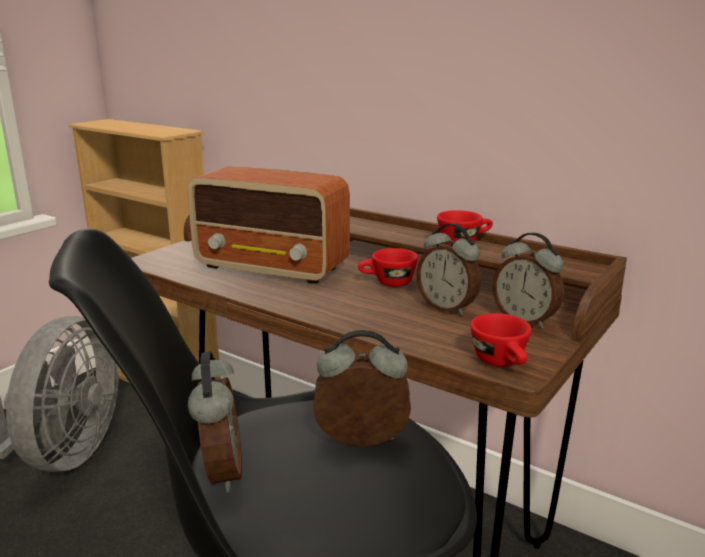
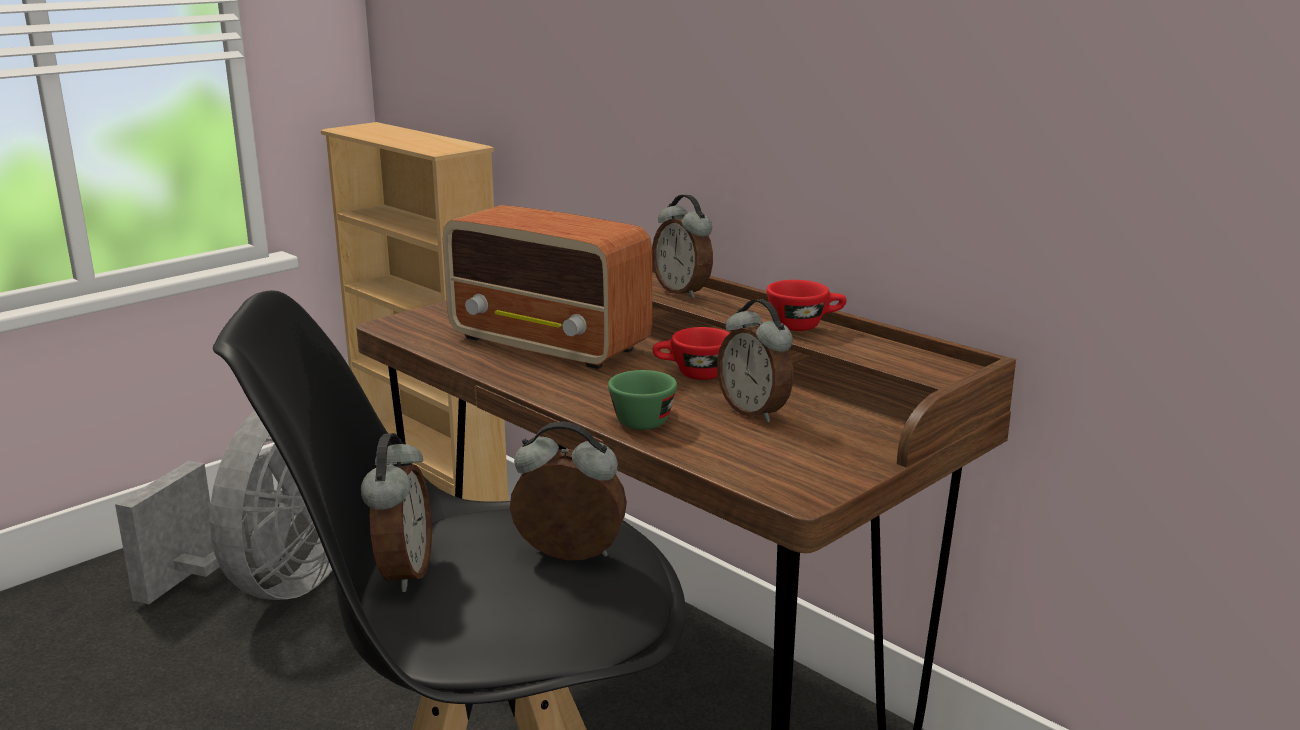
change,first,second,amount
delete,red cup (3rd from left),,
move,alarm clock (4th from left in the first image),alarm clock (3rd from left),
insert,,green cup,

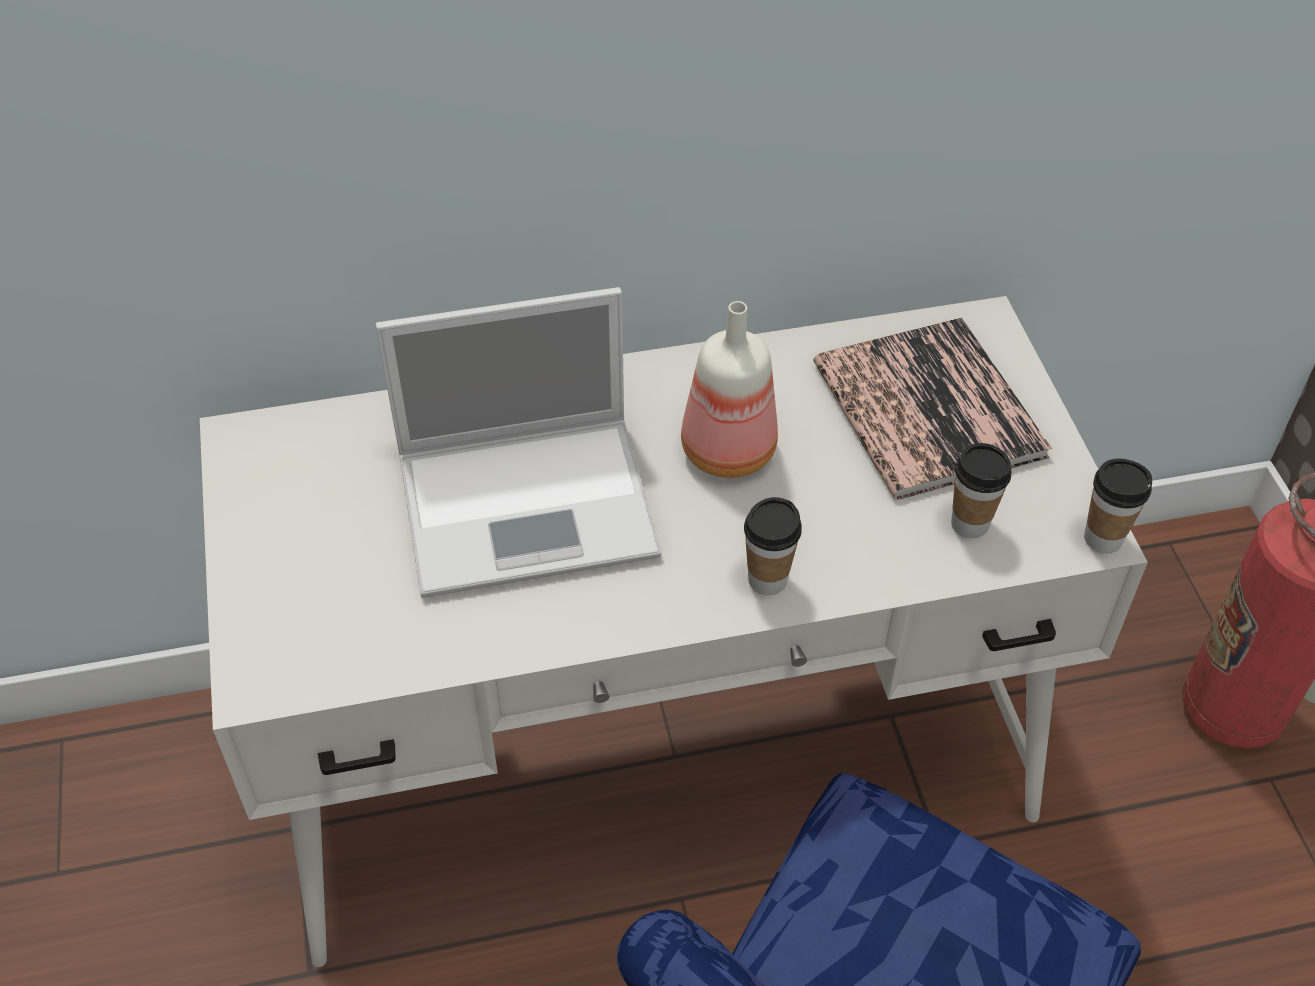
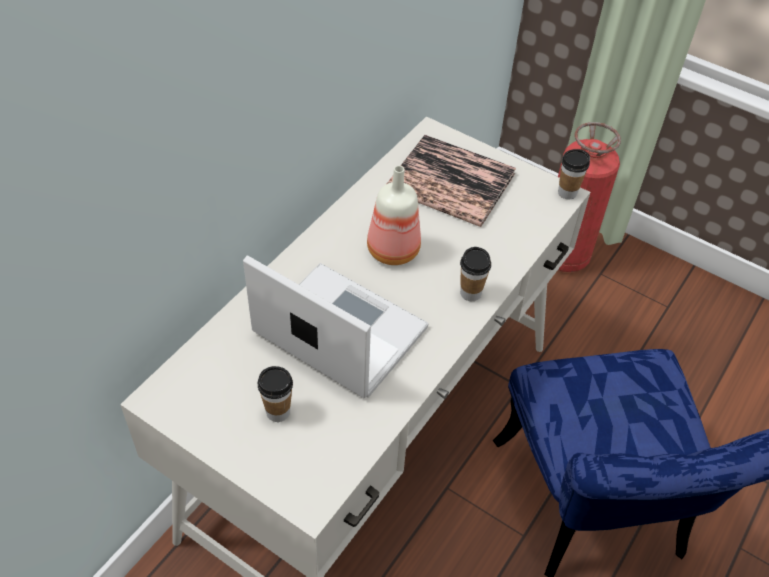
change,first,second,amount
rotate,laptop,,90 degrees counterclockwise
move,cup (2nd from left in the first image),cup (1st from left),

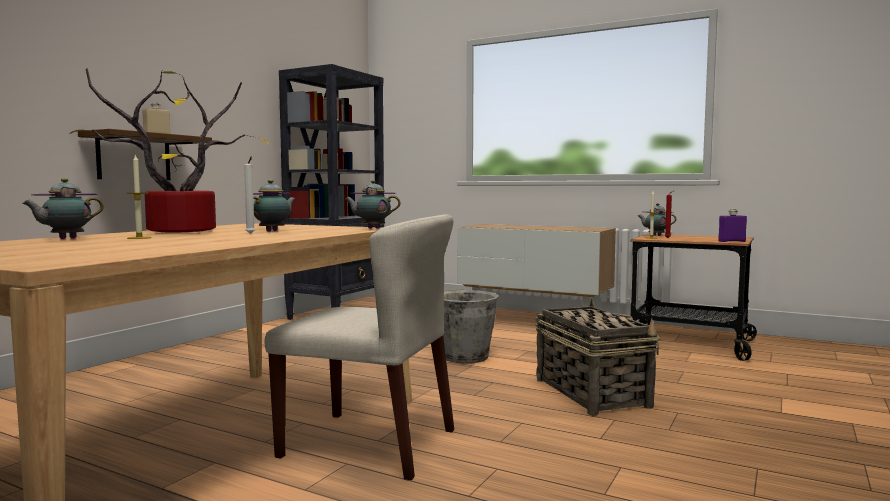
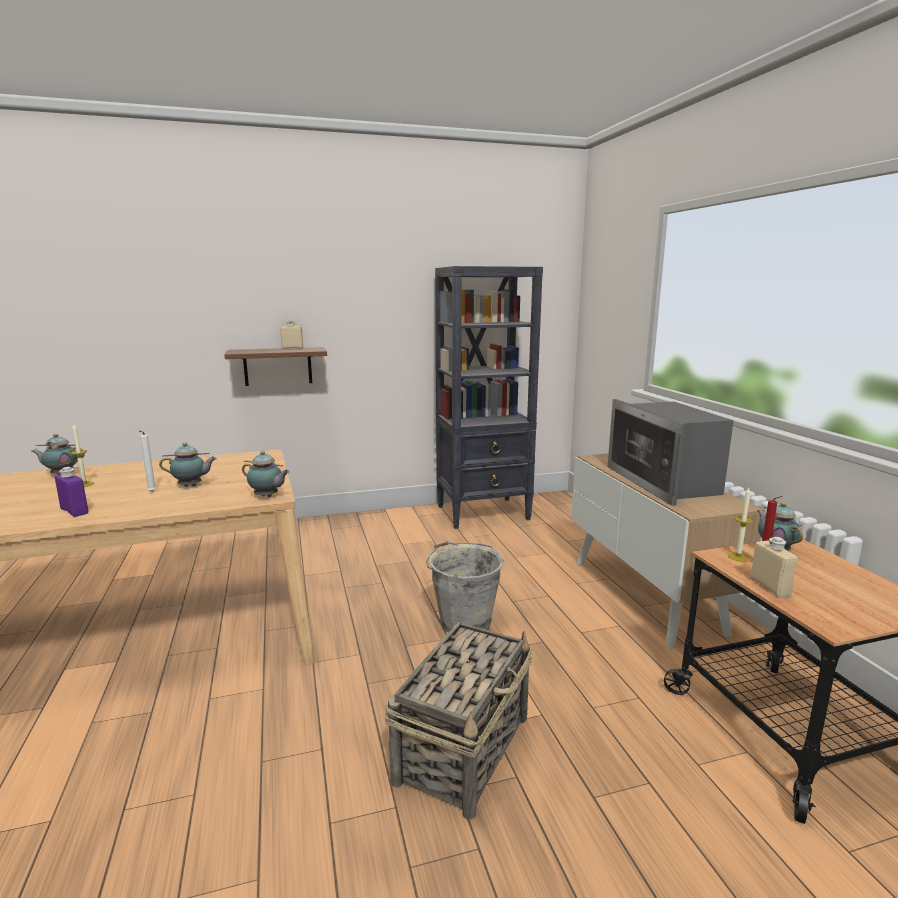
change,first,second,amount
delete,potted plant,,
delete,beige chair,,
rotate,teapot (3rd from left),,150 degrees clockwise
move,purple bottle,,
insert,,microwave,
insert,,beige bottle (2nd from left),

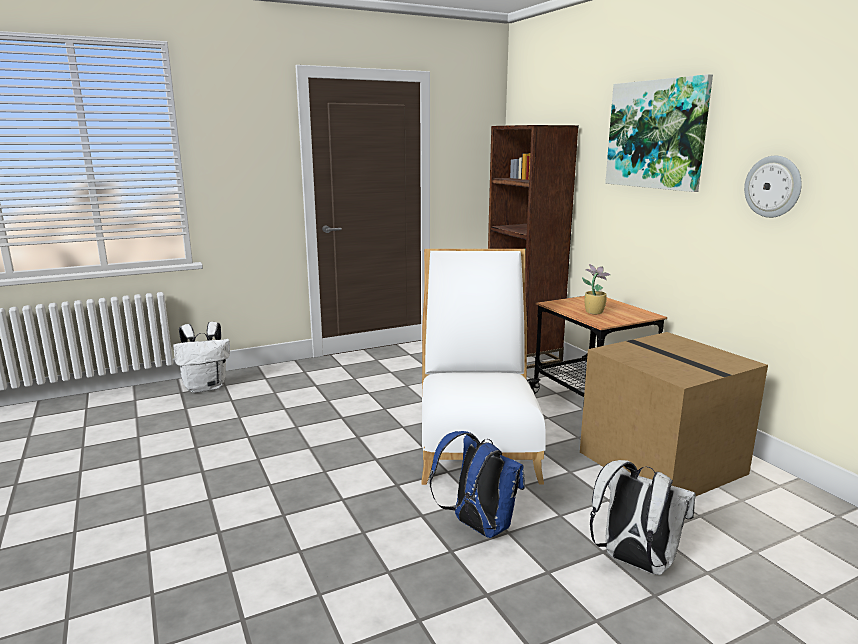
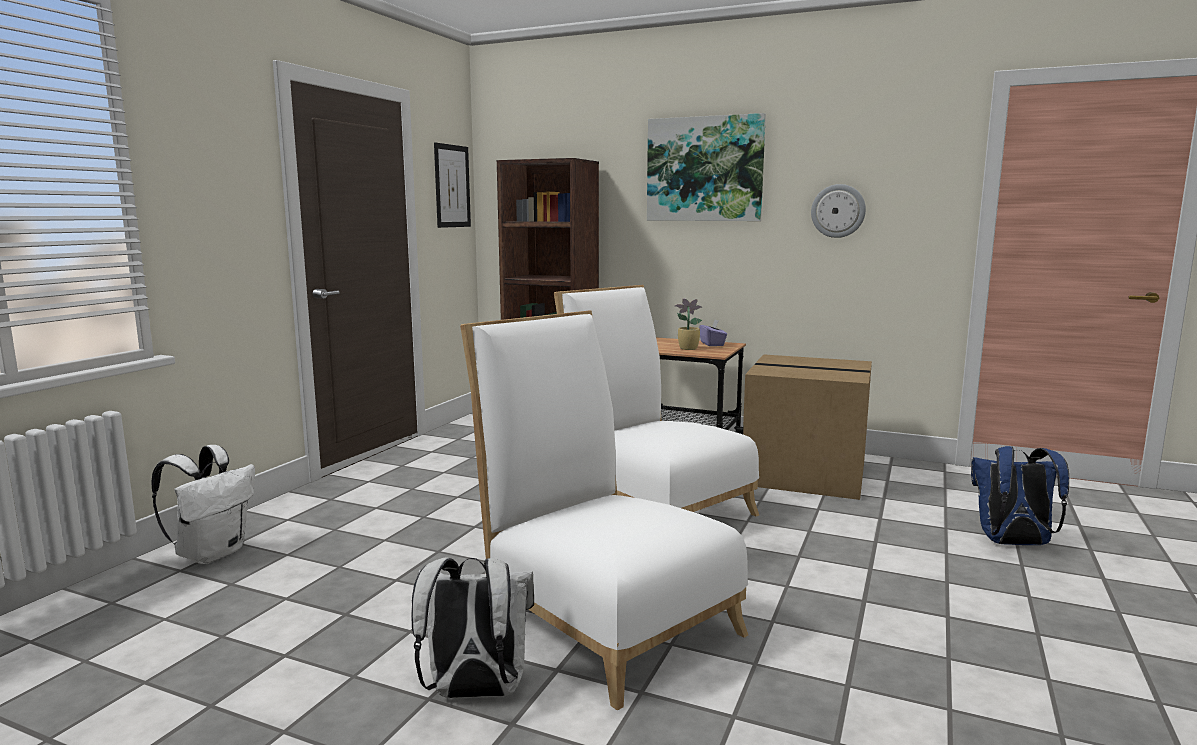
change,first,second,amount
move,blue backpack,,
move,white backpack (2nd from left),,
insert,,picture (1st from left),
insert,,white chair (1st from left),
insert,,purple tissue box,

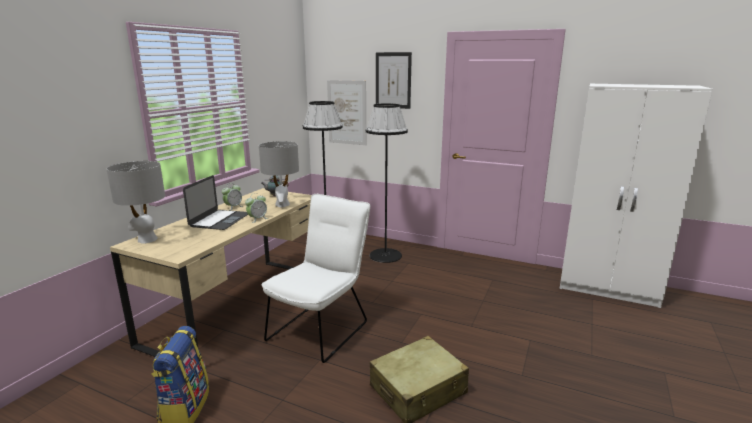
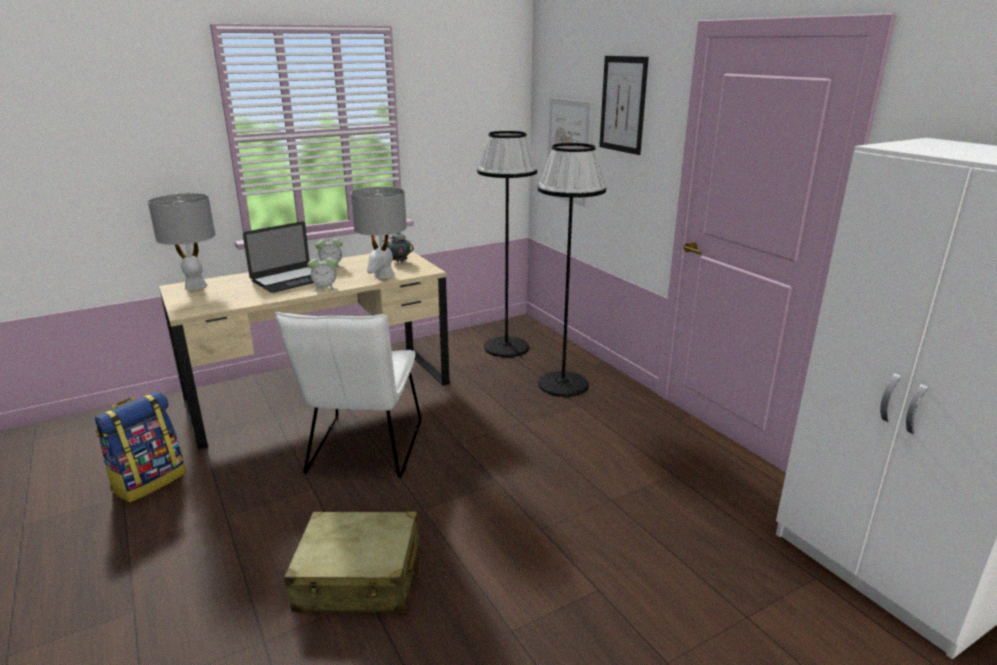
change,first,second,amount
rotate,white chair,,120 degrees clockwise

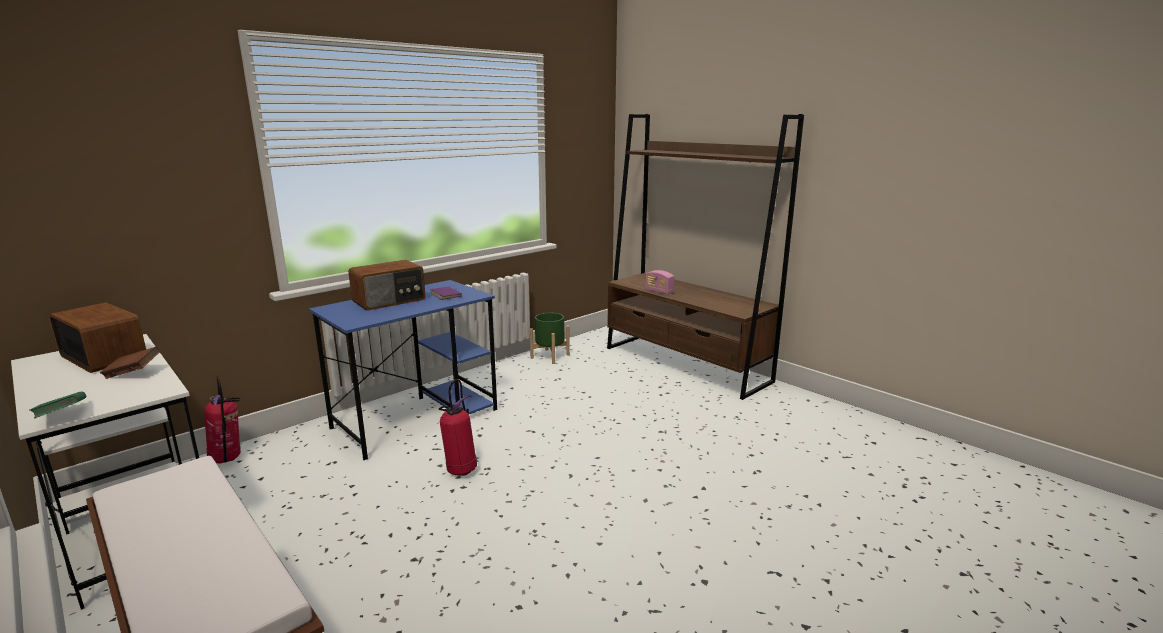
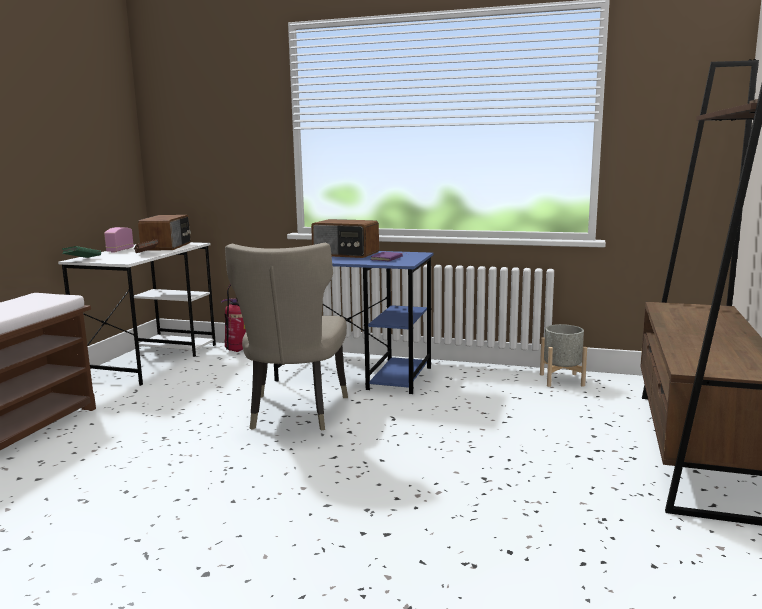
change,first,second,amount
replace,fire extinguisher (2nd from left),beige chair,
recolor,green planter,grey planter,
move,radio (3rd from left in the first image),radio (1st from left),

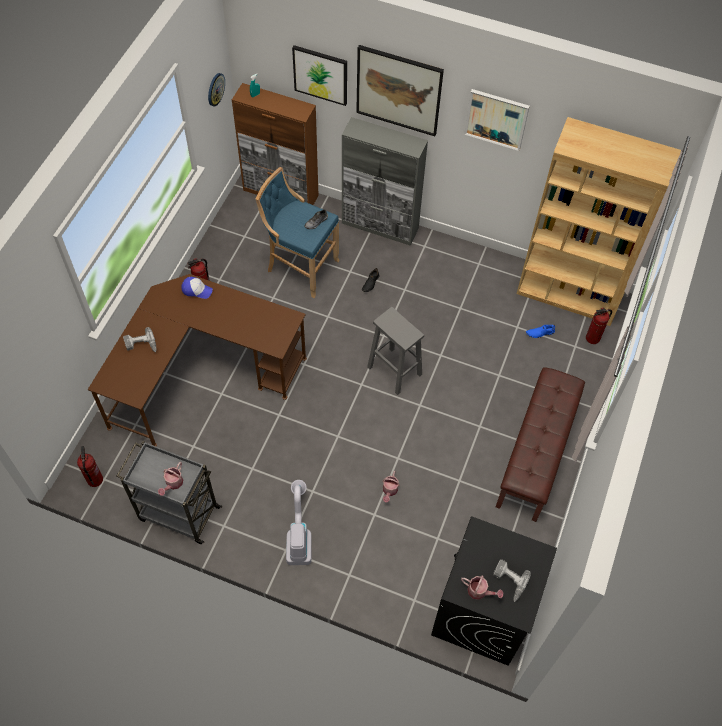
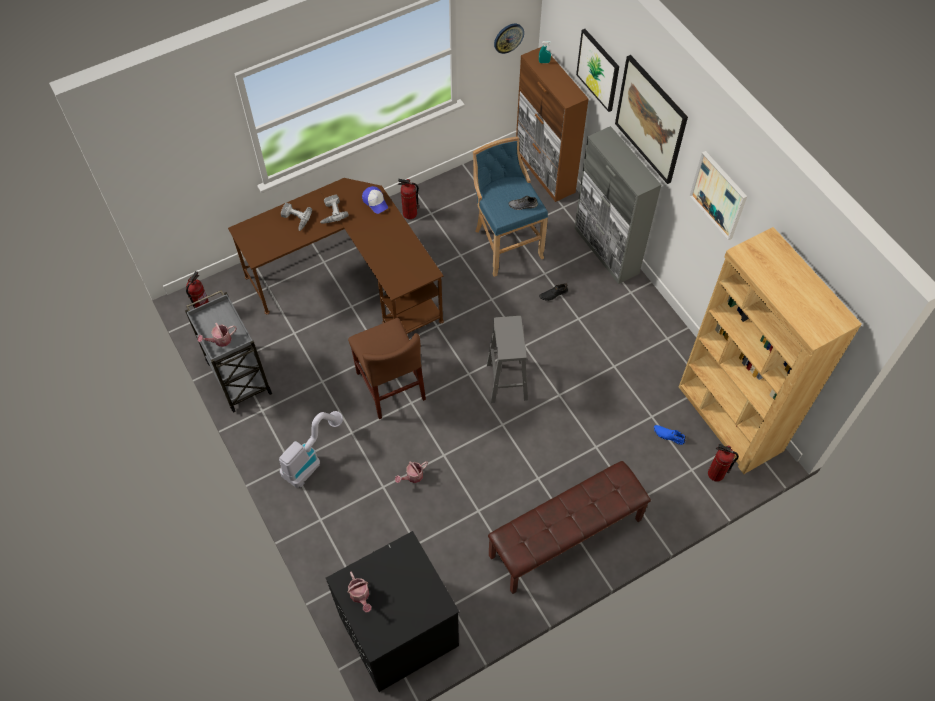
change,first,second,amount
move,power drill (2nd from left),,
insert,,brown chair,

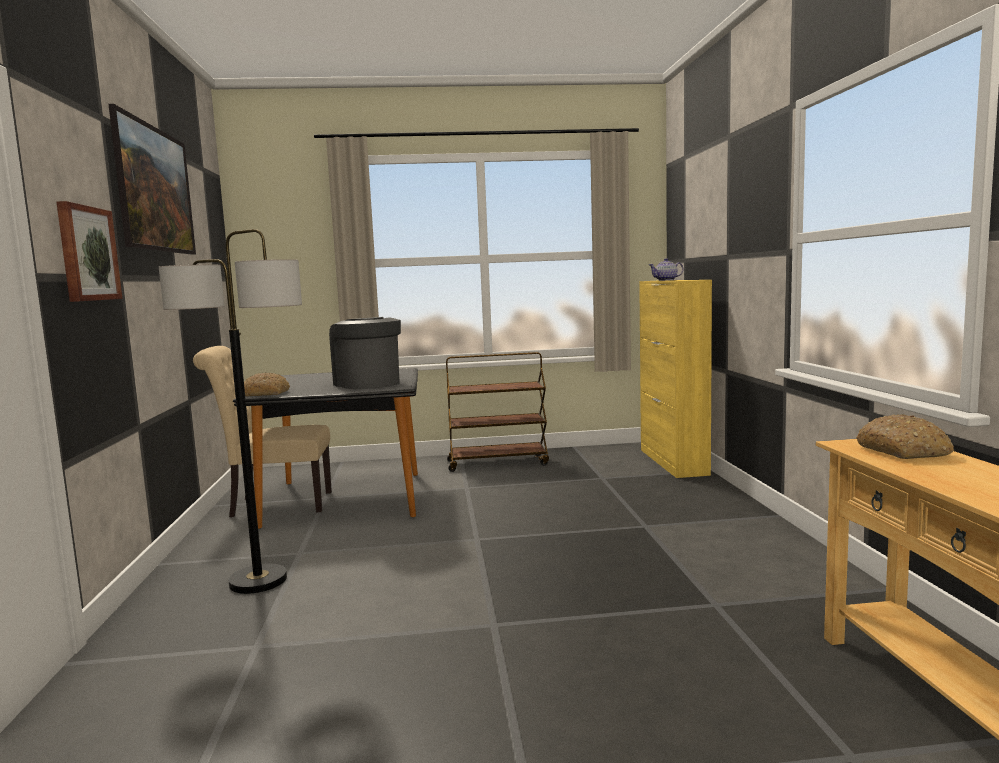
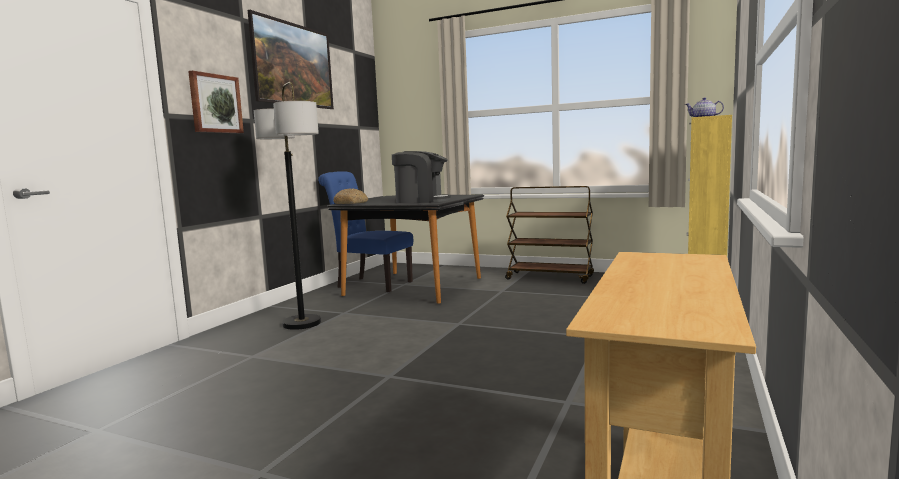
change,first,second,amount
recolor,beige chair,blue chair,
rotate,coffee machine,,105 degrees clockwise
delete,bread (2nd from left),,

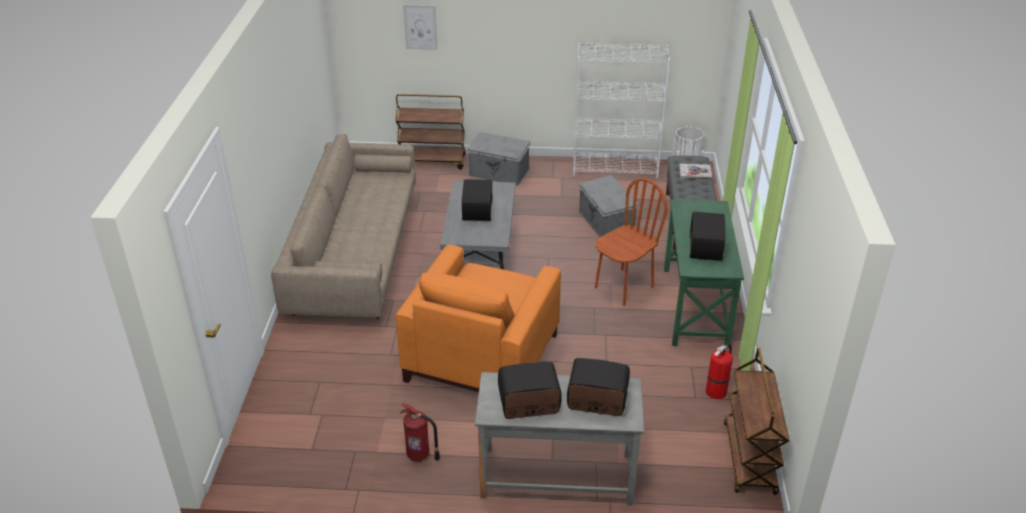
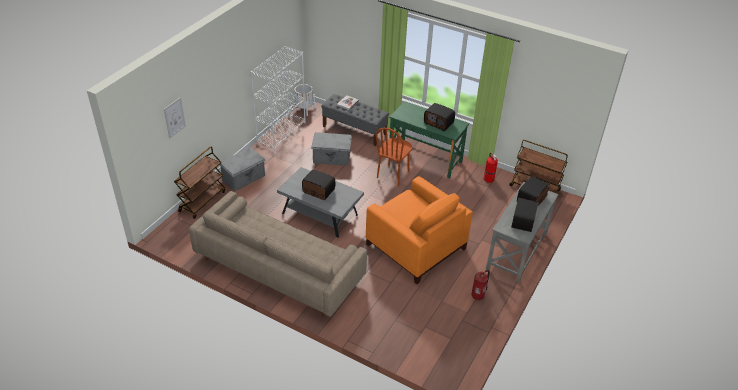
change,first,second,amount
rotate,brown chair,,135 degrees counterclockwise

